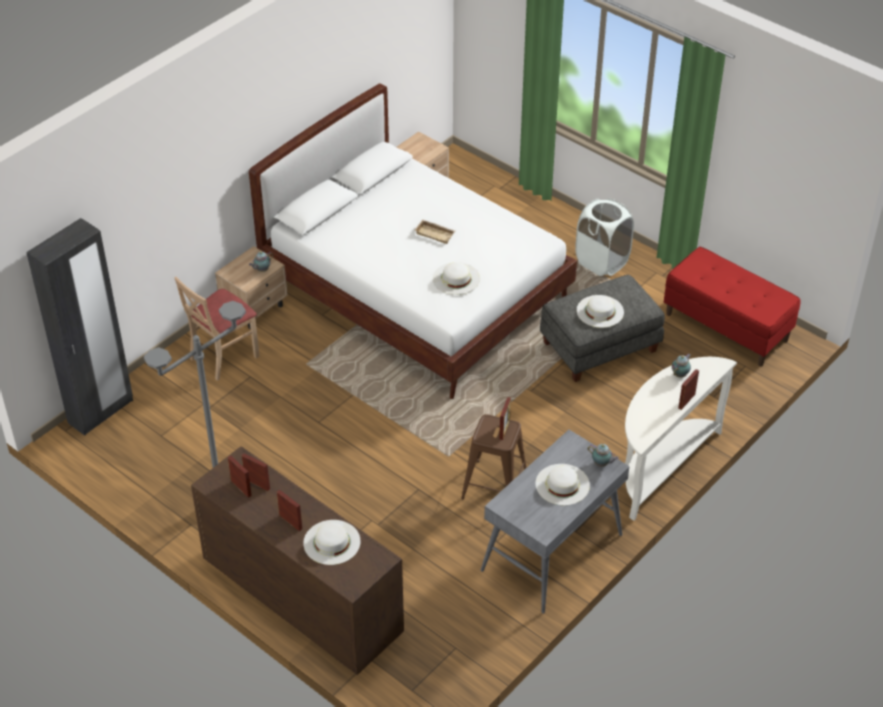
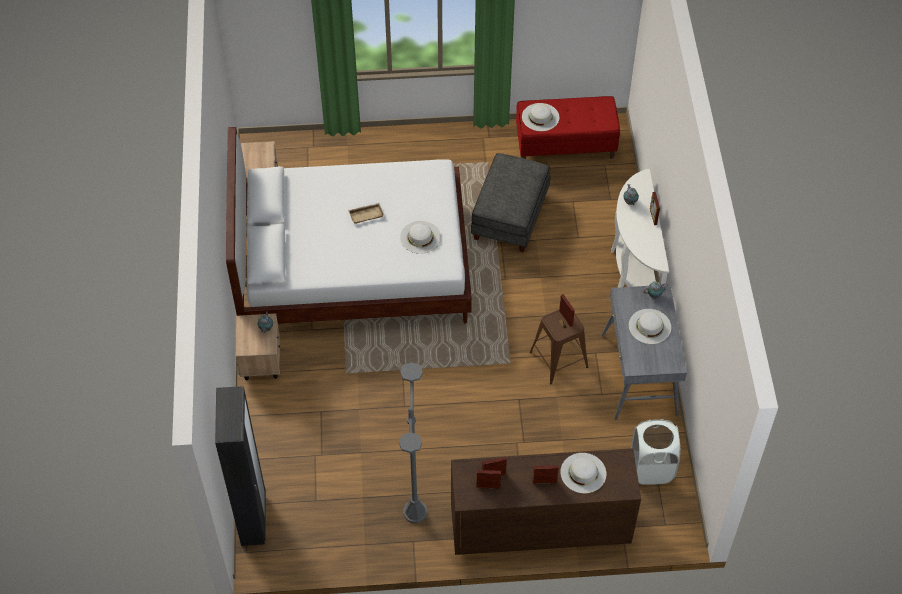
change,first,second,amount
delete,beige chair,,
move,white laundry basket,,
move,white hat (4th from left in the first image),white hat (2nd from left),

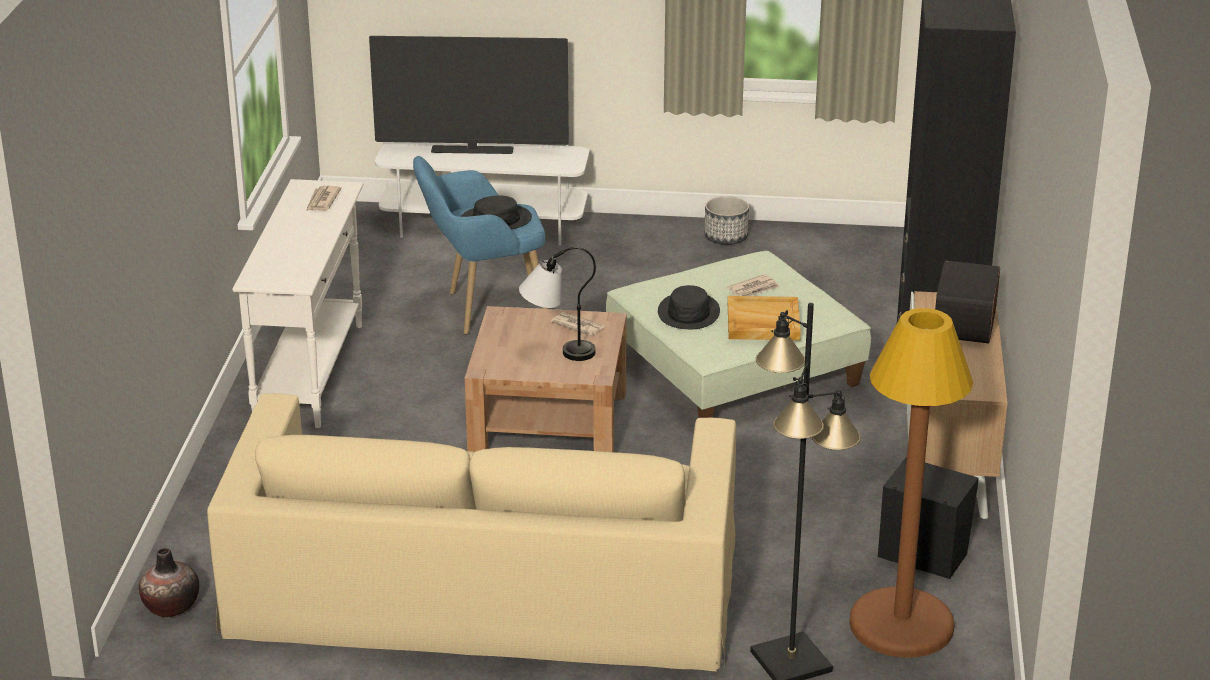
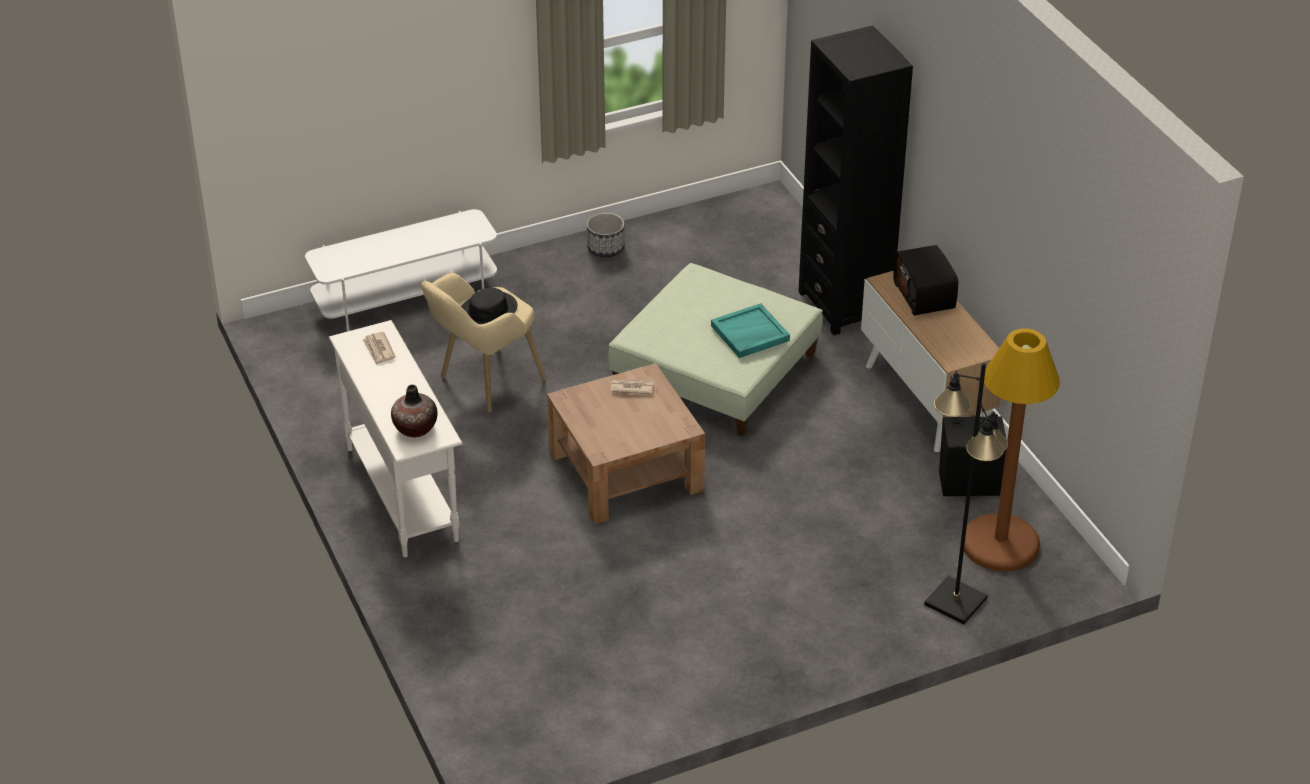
change,first,second,amount
move,vase,,
delete,beige sofa,,
delete,television,,
recolor,blue armchair,beige armchair,
delete,table lamp,,
delete,black hat (2nd from left),,
delete,newspaper (3rd from left),,
recolor,beige tray,turquoise tray,

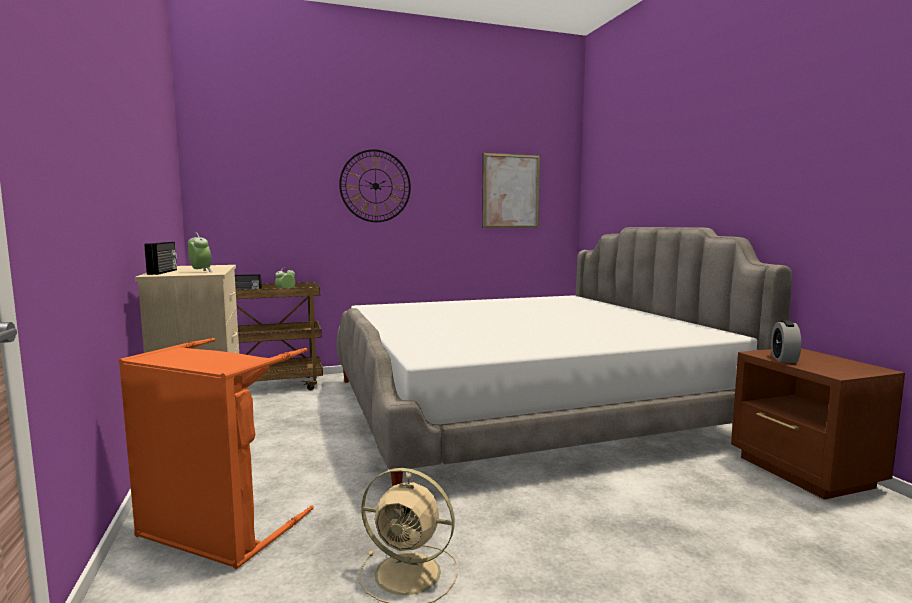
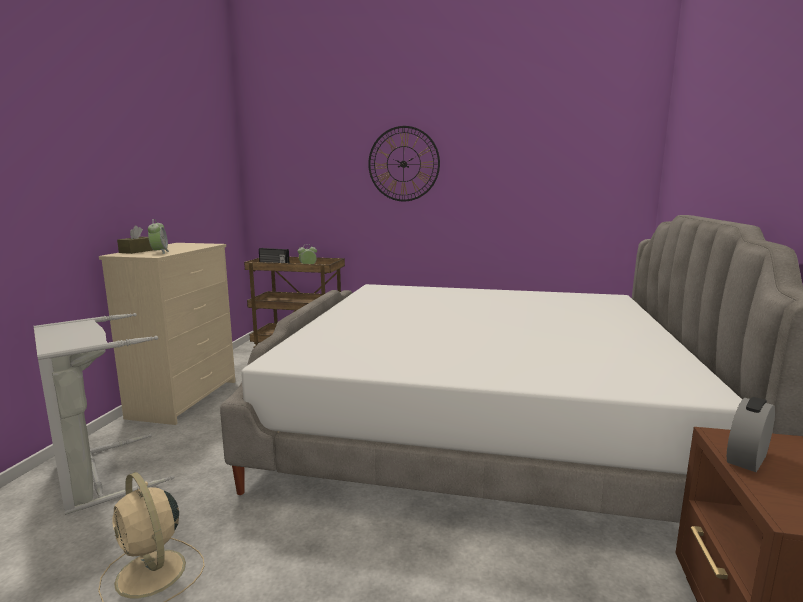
change,first,second,amount
recolor,orange laundry basket,grey laundry basket,
replace,radio (1st from left),brown tissue box,
delete,picture,,

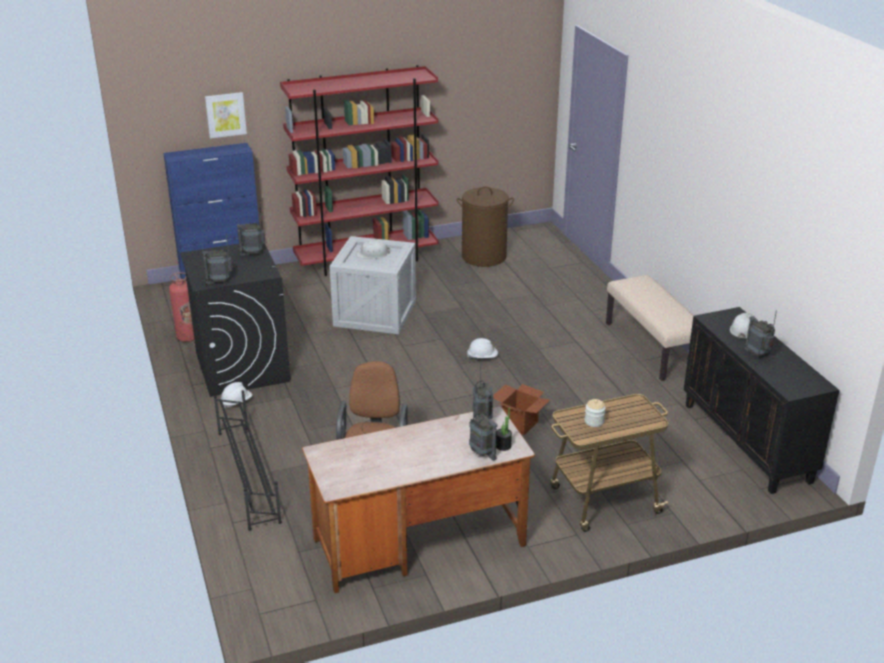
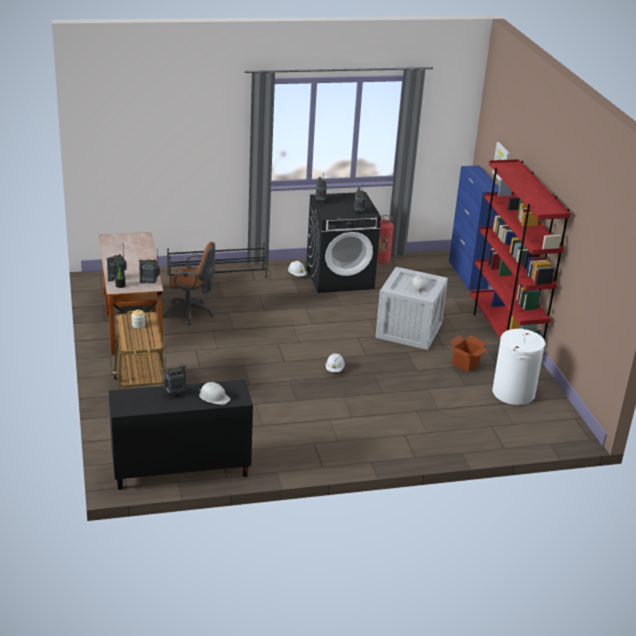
change,first,second,amount
recolor,brown laundry basket,white laundry basket,
move,cardboard box,,
delete,beige bench,,

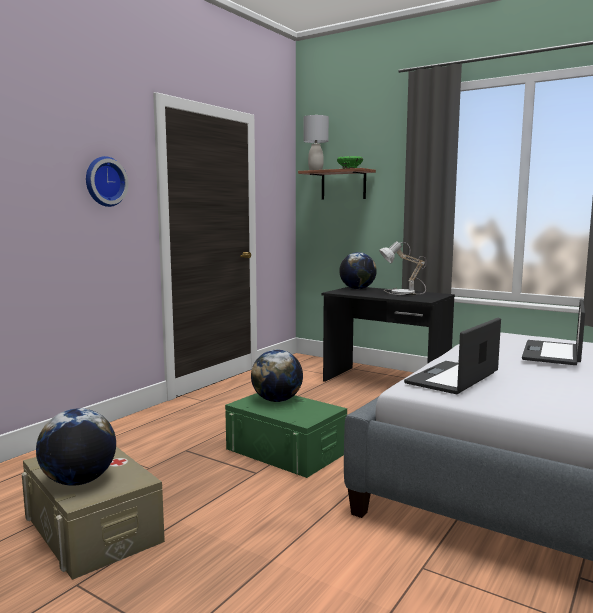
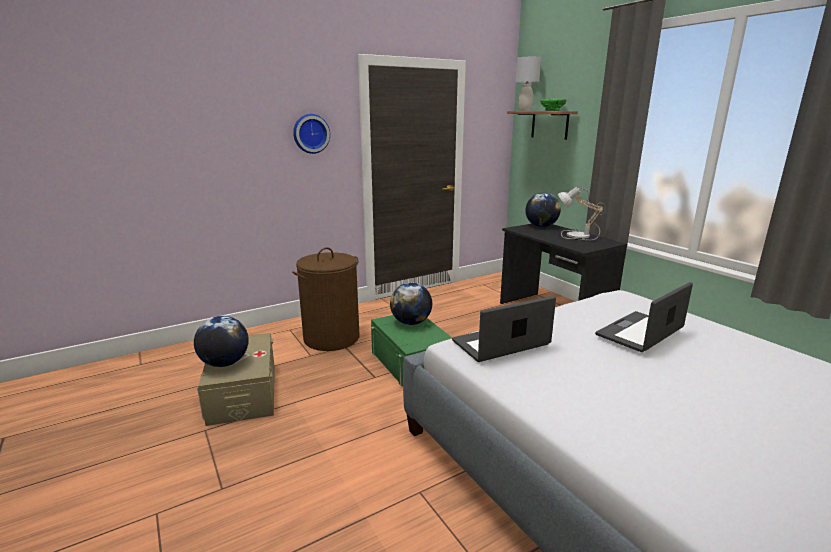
change,first,second,amount
insert,,brown laundry basket,

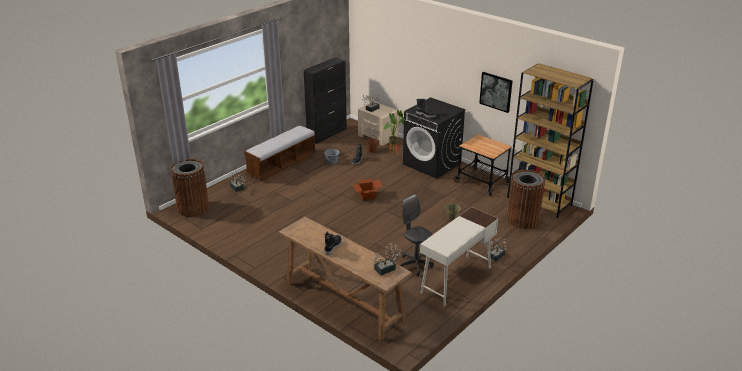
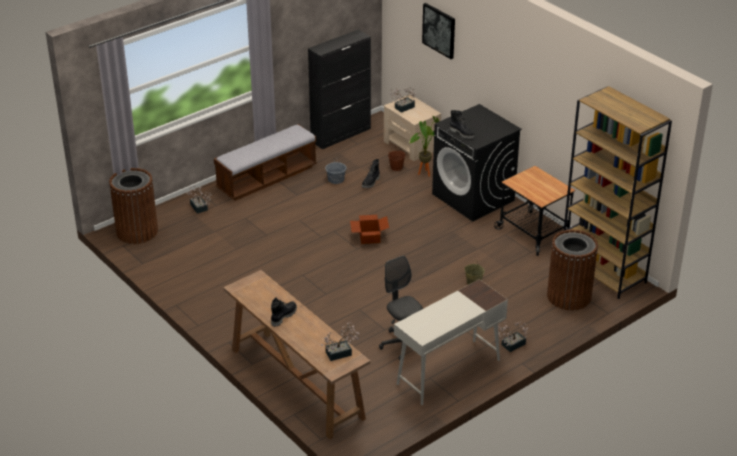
change,first,second,amount
move,picture,,

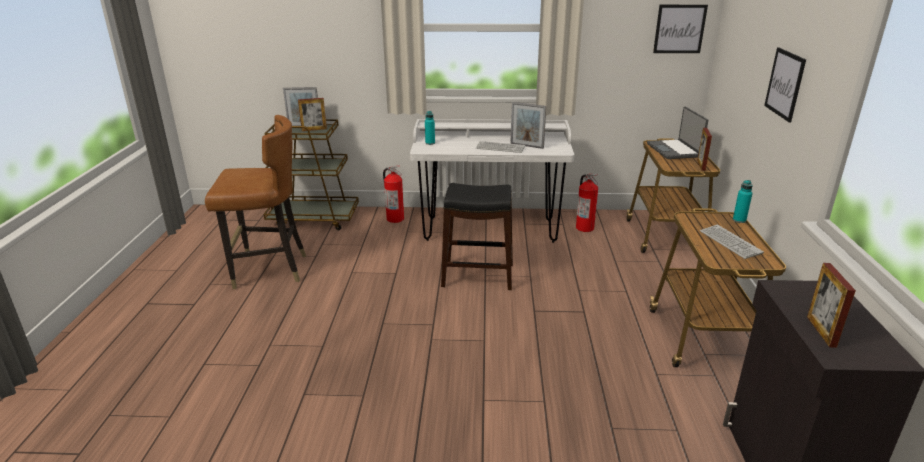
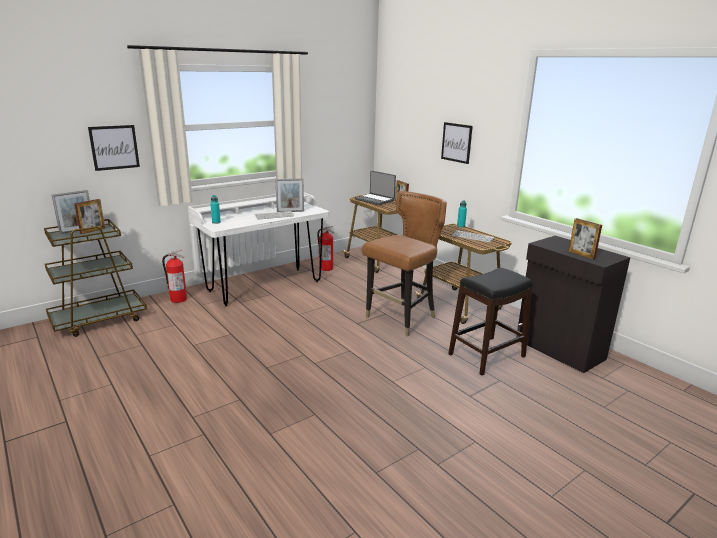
change,first,second,amount
move,brown chair,,
move,black stool,,
move,picture (1st from left),,

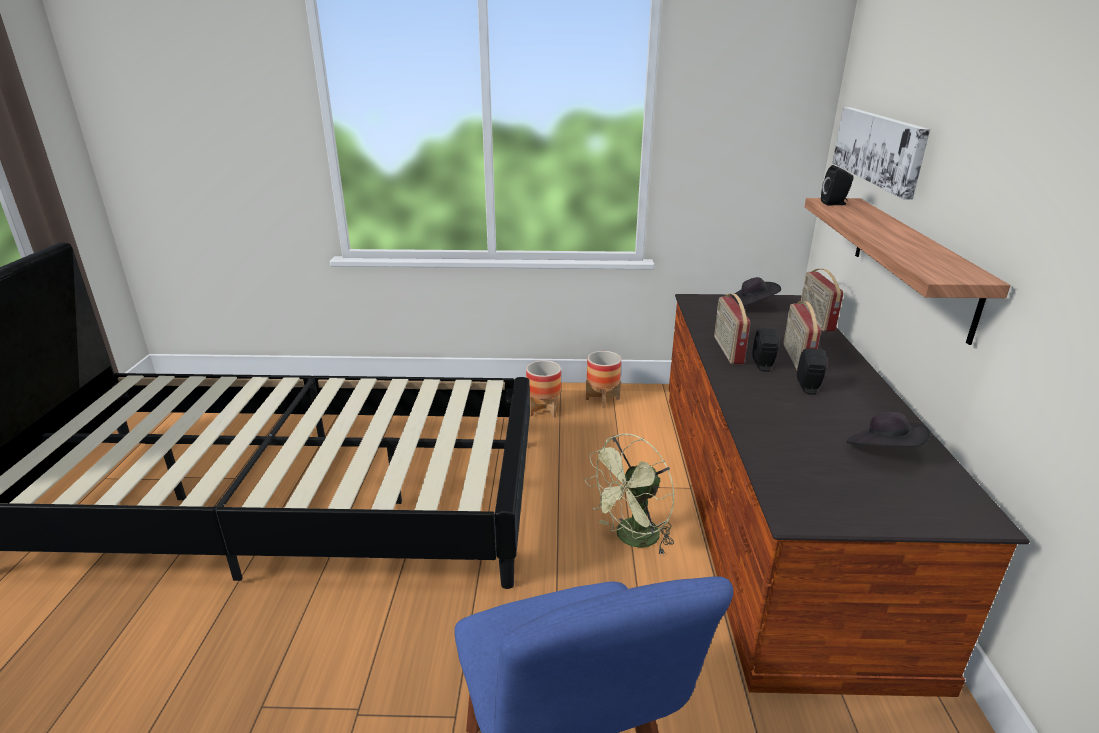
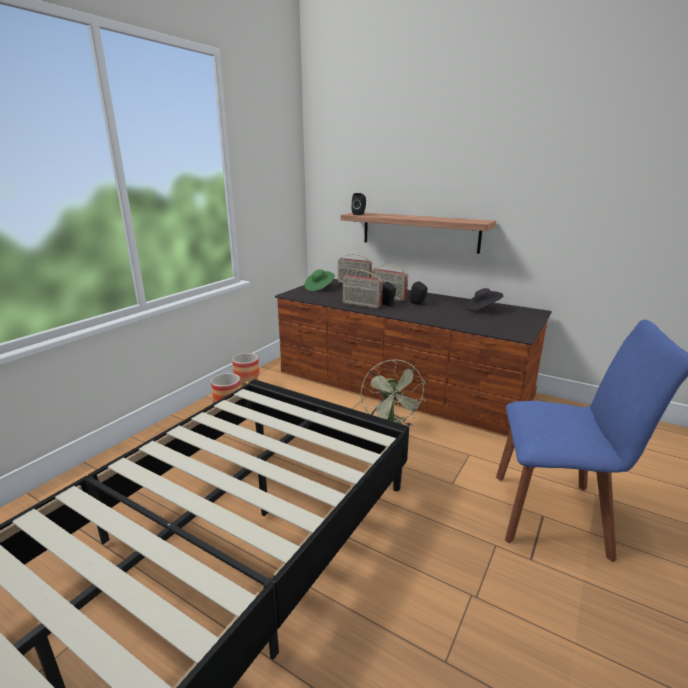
change,first,second,amount
recolor,black hat (1st from left),green hat,
delete,picture,,

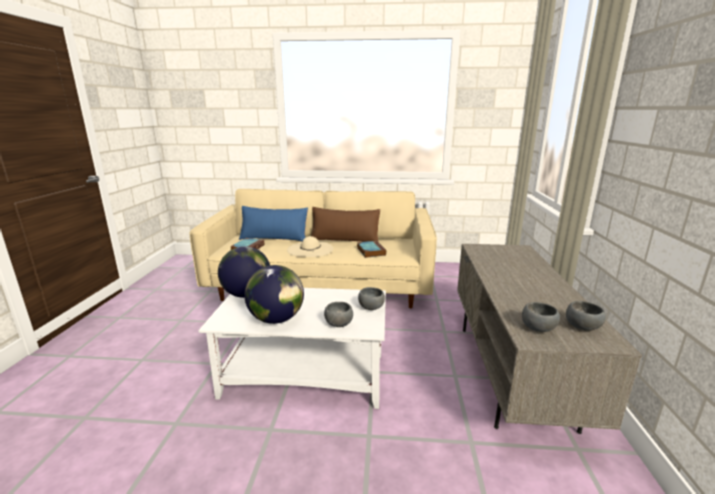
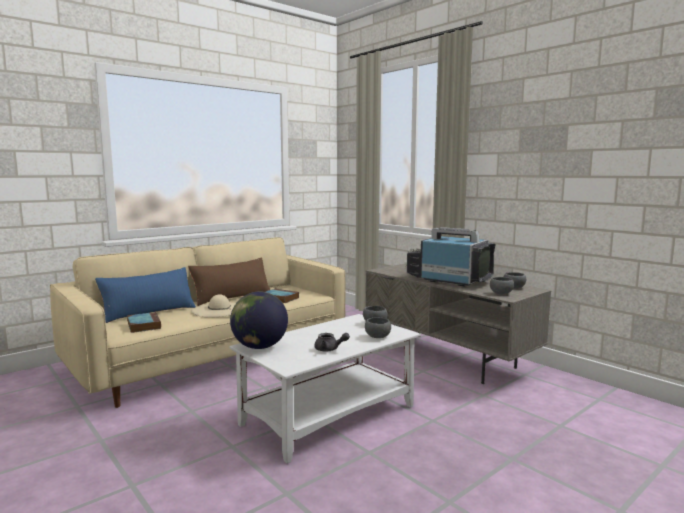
change,first,second,amount
replace,globe (2nd from left),grey teapot,
insert,,television,

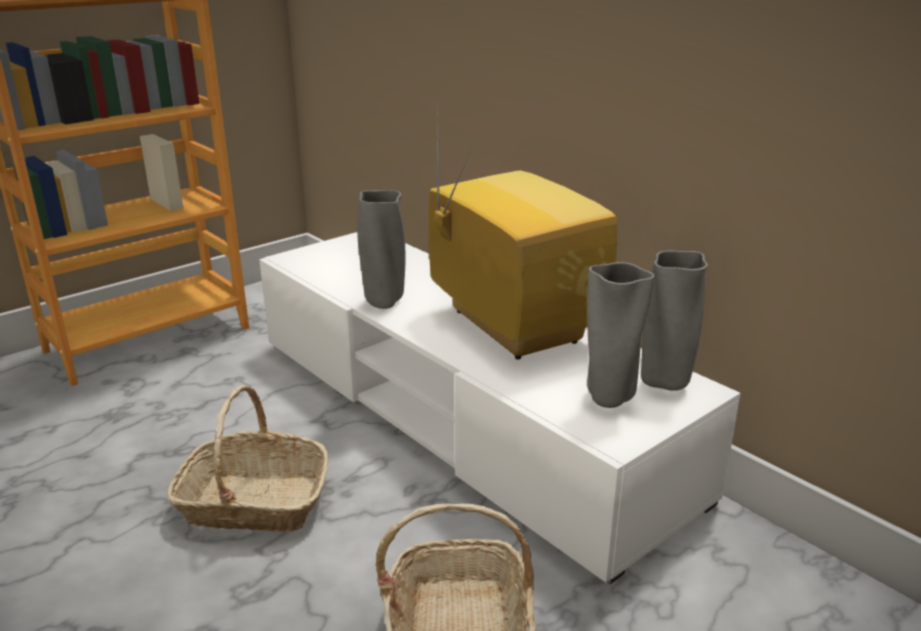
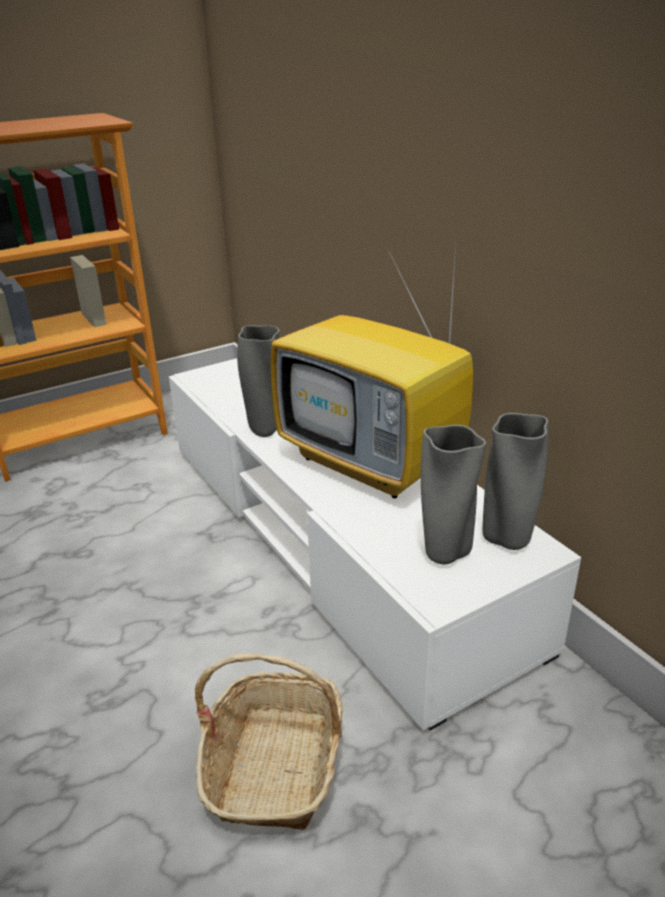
change,first,second,amount
delete,basket (1st from left),,
rotate,television,,150 degrees clockwise

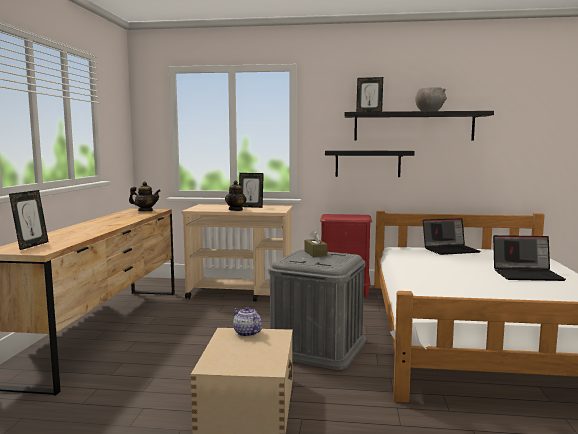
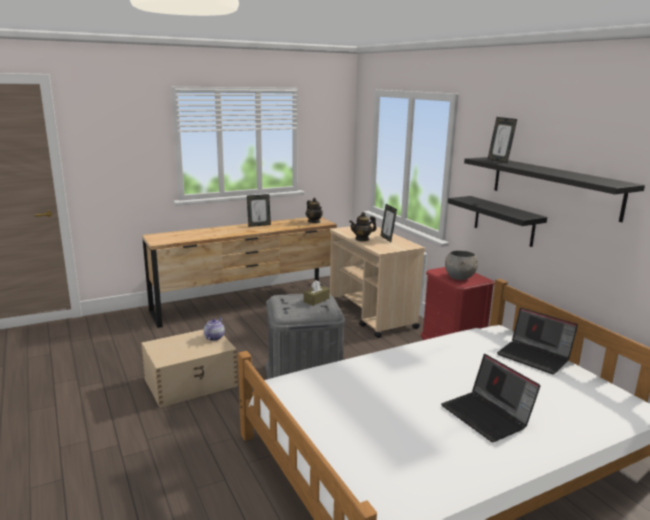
change,first,second,amount
move,picture frame (1st from left),,
move,grey bowl,,

